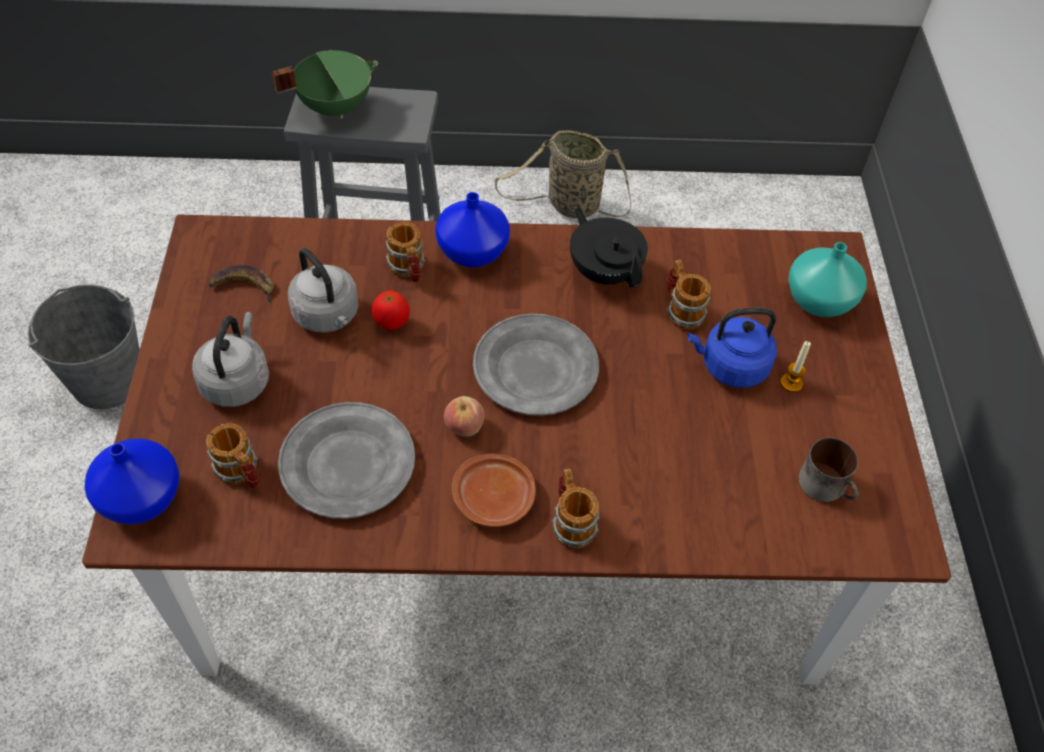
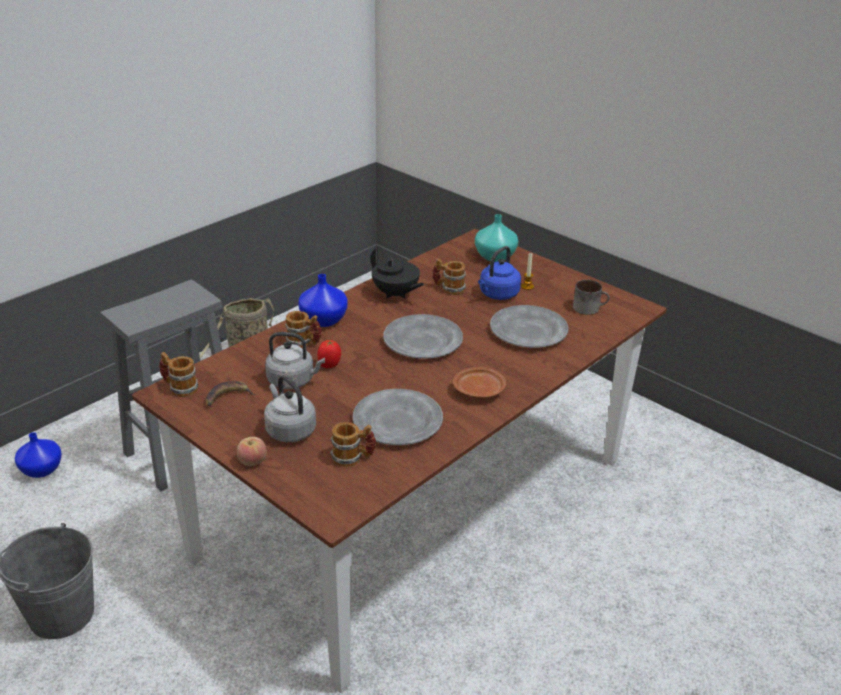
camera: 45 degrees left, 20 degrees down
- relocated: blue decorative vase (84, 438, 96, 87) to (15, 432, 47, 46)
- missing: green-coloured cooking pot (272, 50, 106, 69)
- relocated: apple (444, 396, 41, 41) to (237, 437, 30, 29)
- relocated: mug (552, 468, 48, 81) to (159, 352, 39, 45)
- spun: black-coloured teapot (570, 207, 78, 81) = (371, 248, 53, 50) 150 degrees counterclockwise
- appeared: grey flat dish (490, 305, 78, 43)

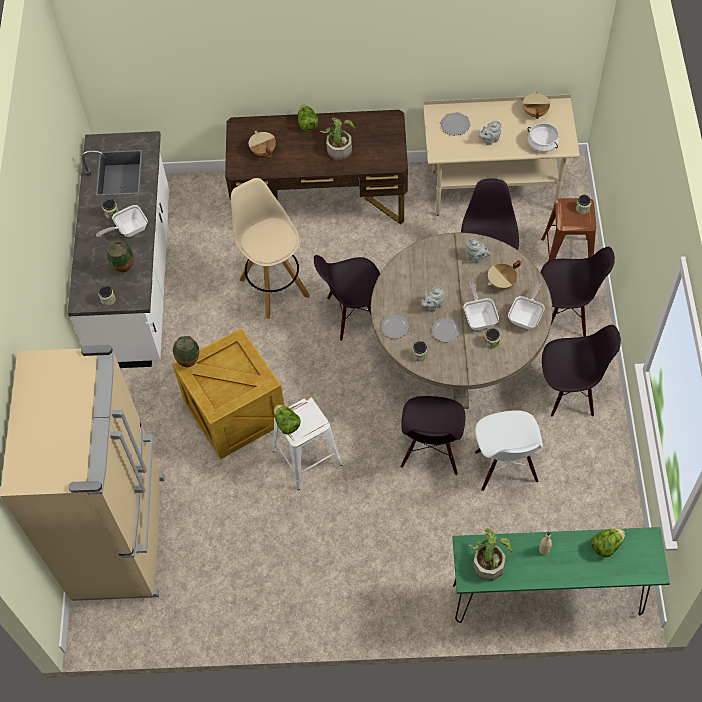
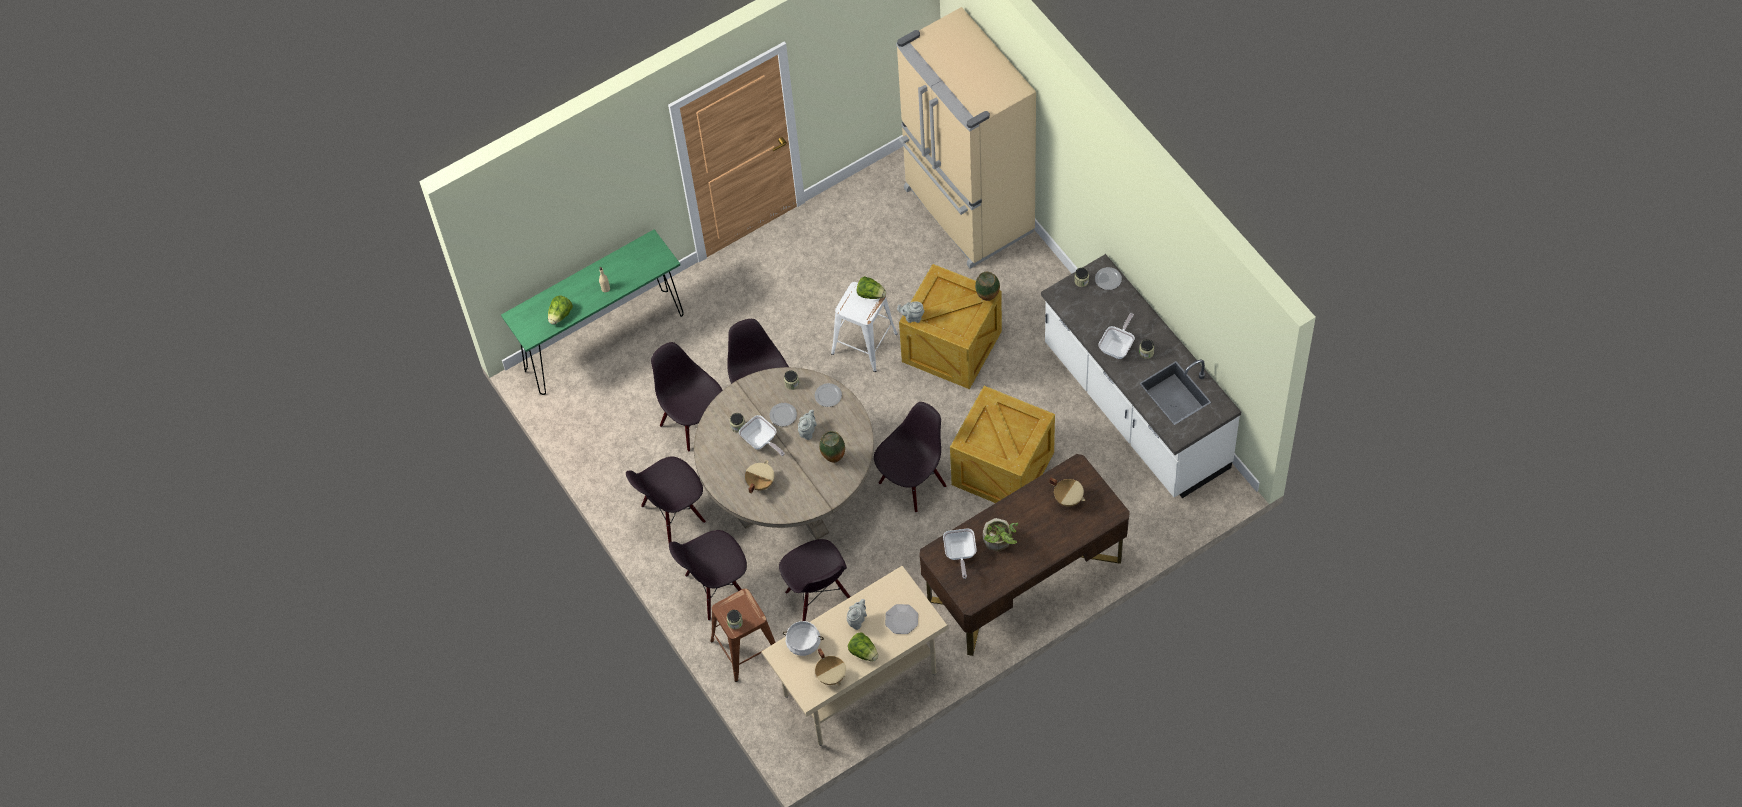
camera: 150 degrees right, 0 degrees up
- relocated: decorative vase (107, 241, 27, 31) to (819, 431, 26, 32)
- exchanged: sand-coloured sitting stool (231, 178, 79, 141) to shipping crate (950, 386, 105, 117)
- relocated: head of lettuce (298, 105, 21, 26) to (848, 633, 30, 28)
- relocated: grey teapot (465, 238, 26, 25) to (897, 301, 27, 22)
- missing: potted plant (469, 528, 43, 53)
- colour: whitish upright chair (475, 410, 68, 81) to black-coloured upright chair (651, 342, 72, 110)
- relocated: skillet (508, 282, 37, 48) to (943, 529, 34, 50)
- appeared: flat dish (1095, 267, 27, 23)

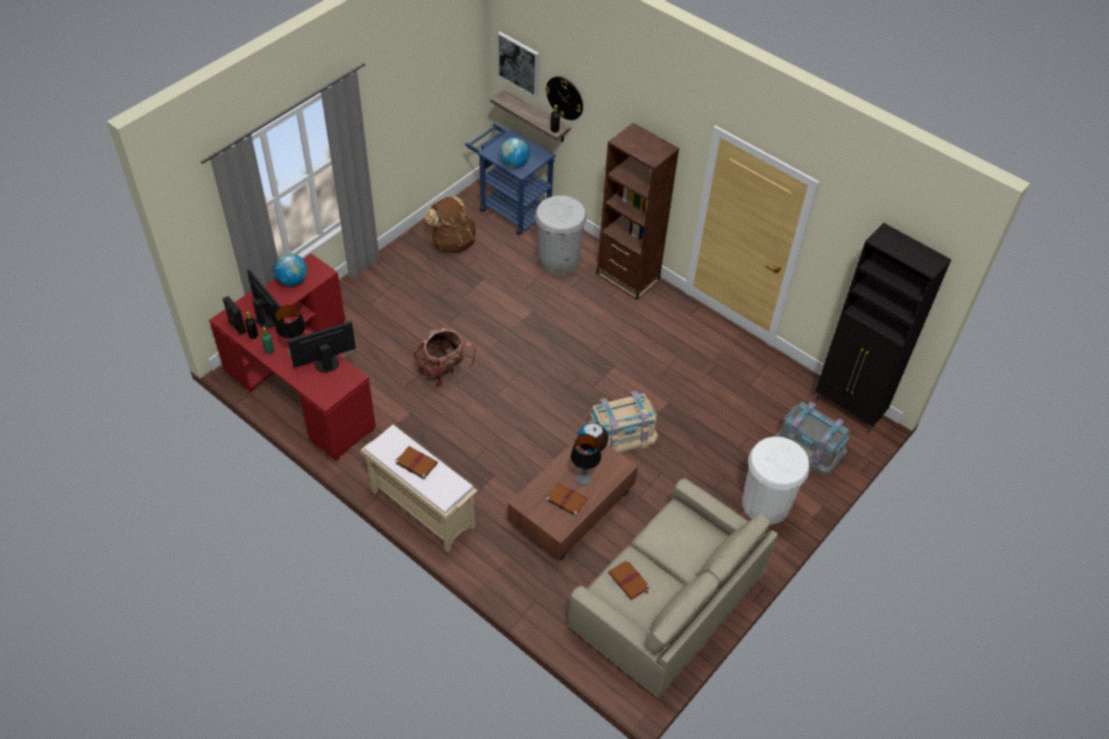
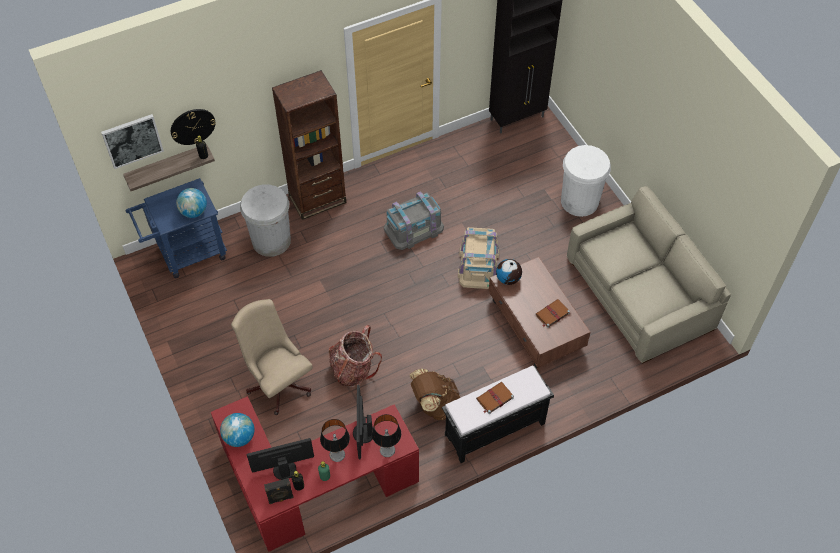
camera: 65 degrees left, 5 degrees up
- colour: sand-coloured indoor bench (361, 425, 116, 127) to black-coloured indoor bench (442, 365, 112, 98)
- relocated: brown-coloured rucksack (425, 195, 51, 58) to (410, 368, 50, 52)
- relocated: lamp for a table (570, 434, 31, 51) to (372, 414, 29, 43)
- missing: brown-coloured bound book (608, 559, 42, 41)
- relocated: grey storage container (775, 402, 75, 73) to (384, 191, 60, 59)
- appeared: sand-coloured office chair (231, 299, 82, 116)

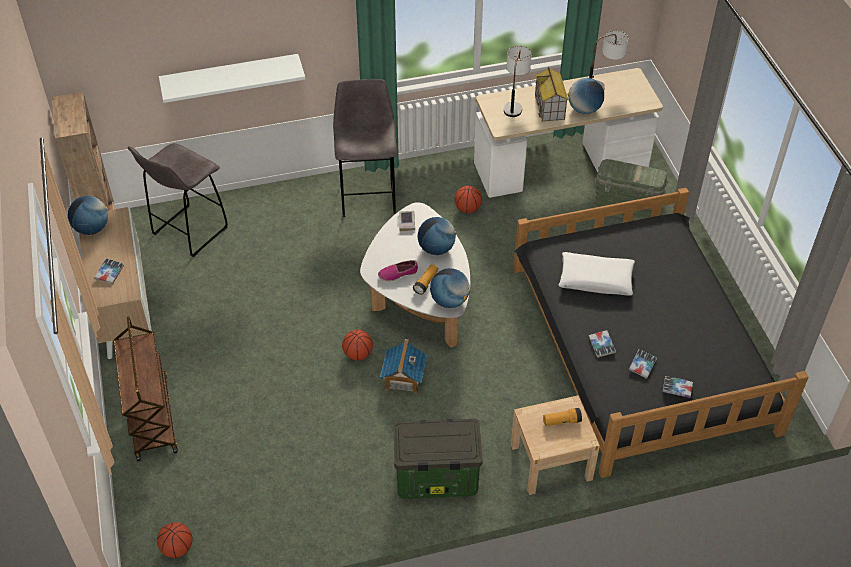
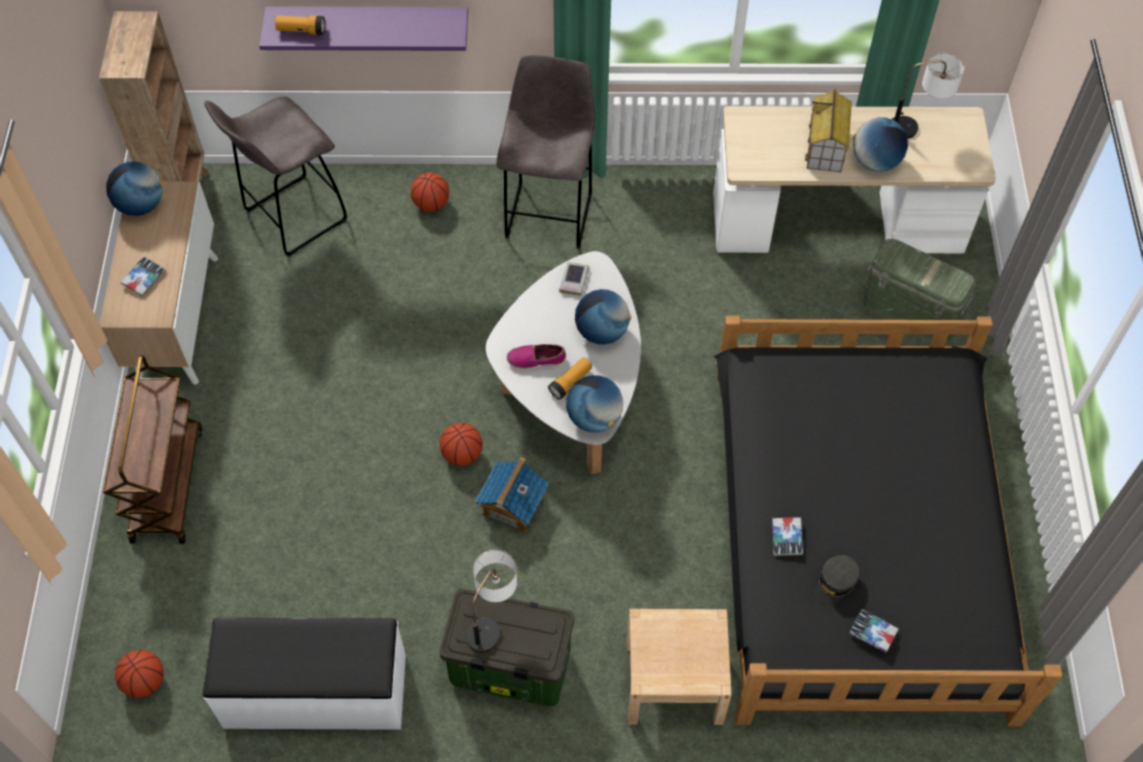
camera: 15 degrees right, 10 degrees up
- colour: whitish wall shelf (159, 54, 146, 49) to purple-coloured wall shelf (259, 6, 209, 45)
- relocated: ball for basketball (454, 186, 28, 27) to (411, 172, 38, 40)
- relocated: lamp for a table (504, 46, 28, 71) to (467, 550, 50, 102)
- relocated: torch (543, 408, 39, 18) to (275, 15, 50, 20)
- missing: whitish throw pillow (559, 252, 76, 43)
- exchanged: bound book (629, 349, 28, 30) to grey cap (813, 555, 47, 51)
- appeared: whitish indoor bench (203, 618, 203, 112)

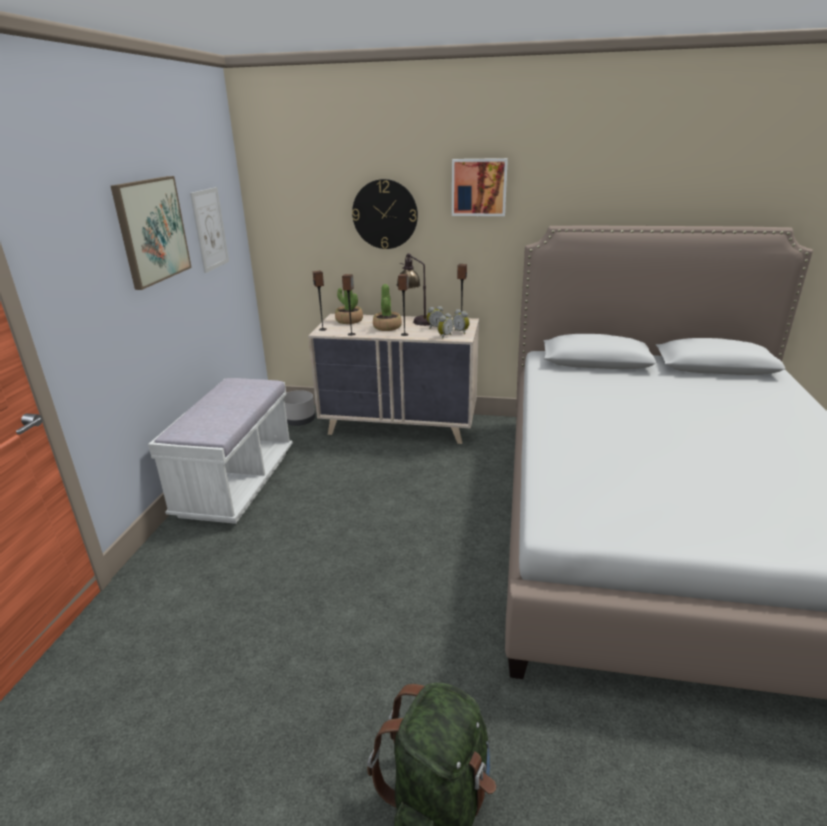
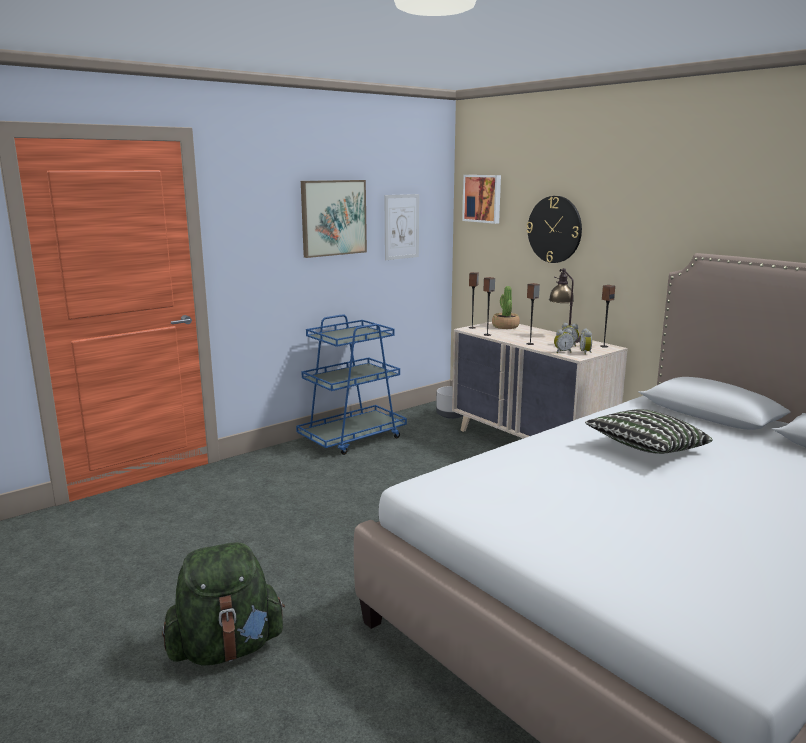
camera: 40 degrees right, 10 degrees down
- exchanged: whitish indoor bench (148, 378, 145, 146) to blue wheeled cart (296, 314, 111, 141)
- missing: potted plant (373, 284, 29, 47)
- relocated: wall art (452, 158, 56, 58) to (462, 175, 39, 49)
- appeared: throw pillow (585, 409, 128, 45)

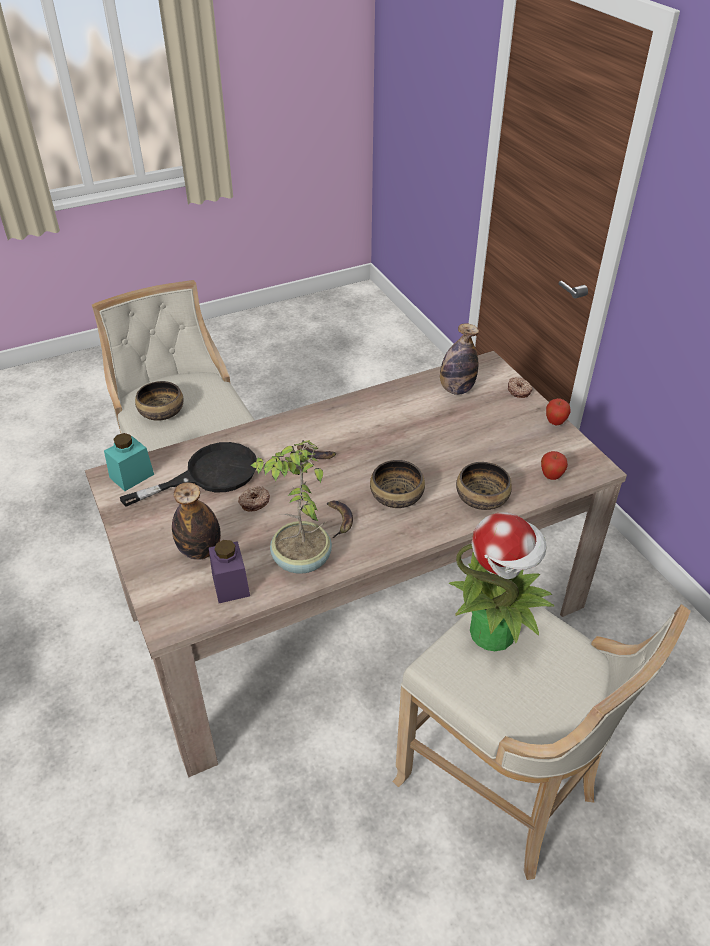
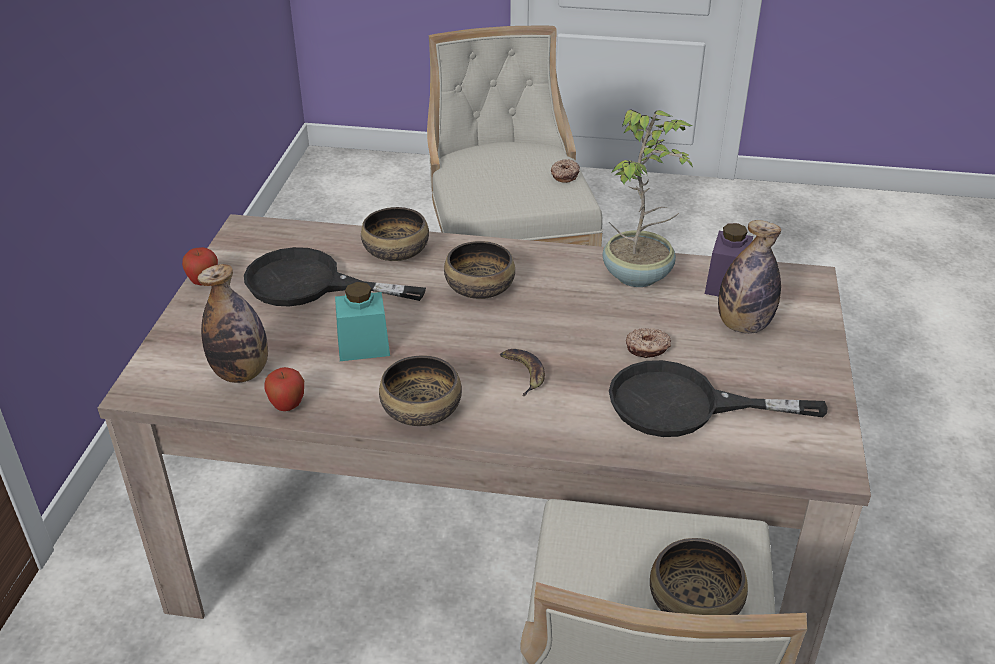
camera: 145 degrees left, 5 degrees down
- relocated: blue-green storage jar (104, 433, 50, 58) to (335, 282, 55, 79)
- missing: banana fruit (327, 501, 26, 37)
- missing: potted plant (448, 512, 107, 139)
- relocated: donut (508, 377, 24, 21) to (551, 159, 29, 24)
- relocated: apple (541, 451, 27, 29) to (264, 367, 40, 44)
- appeared: black-coloured skillet (244, 247, 182, 60)
- appeared: bowl (379, 356, 83, 70)

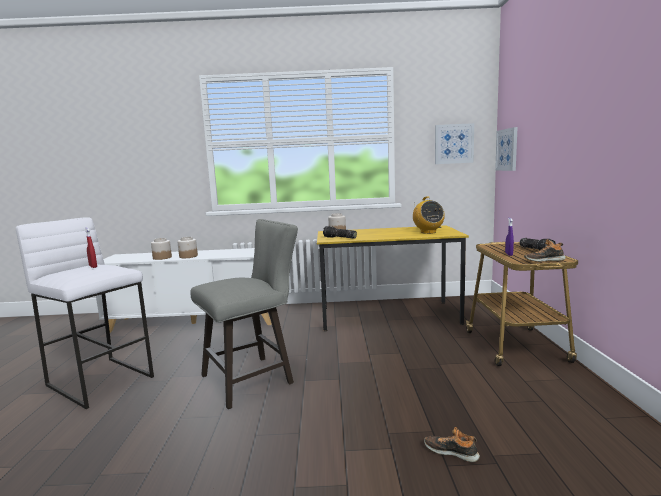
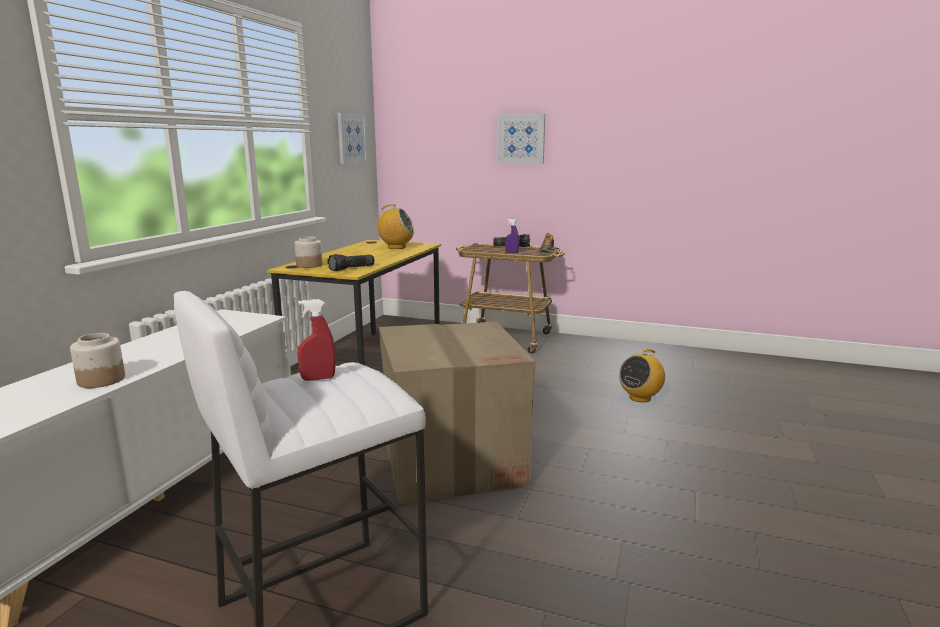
camera: 70 degrees left, 5 degrees up
- missing: storage jar (178, 237, 20, 21)
- exchanged: grey sitting stool (190, 219, 108, 190) to carton (379, 322, 157, 182)
- exchanged: low shoe (424, 427, 56, 35) to radio set (619, 349, 46, 53)
- relocated: wall art (495, 127, 23, 44) to (497, 114, 48, 50)

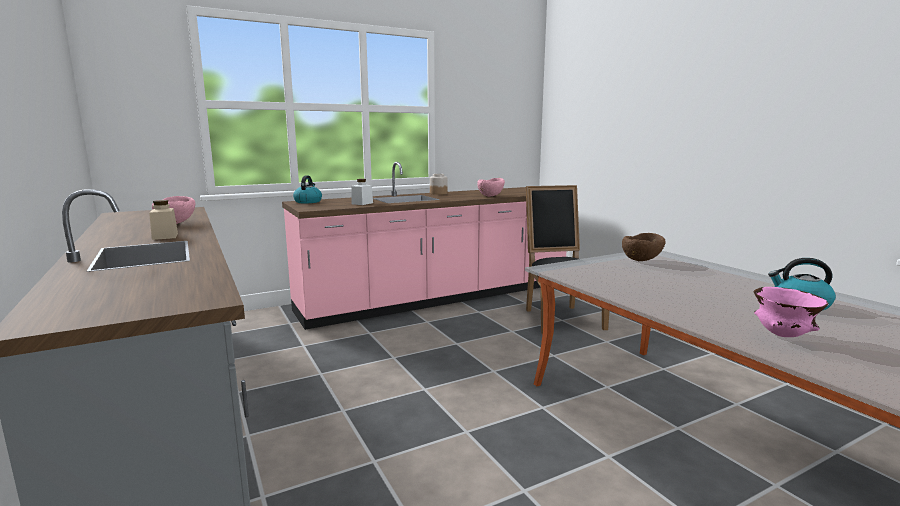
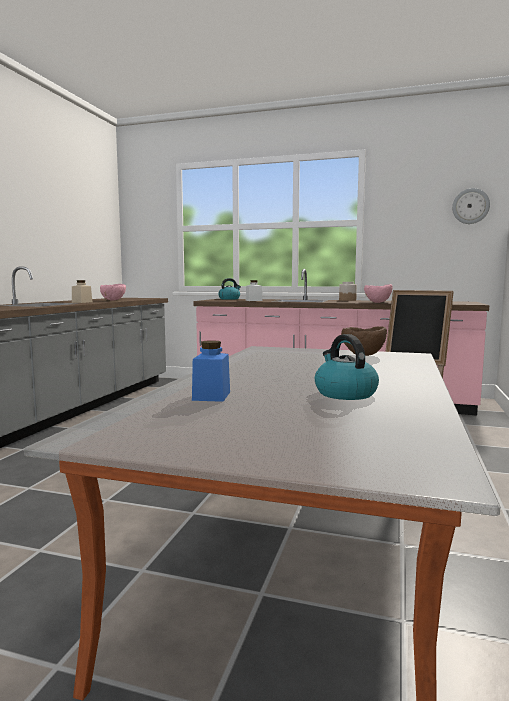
camera: 45 degrees right, 5 degrees down
- exchanged: pink-coloured bowl (754, 287, 75, 50) to blue storage jar (192, 340, 38, 62)
- appeared: clock on the wall (452, 188, 38, 36)

